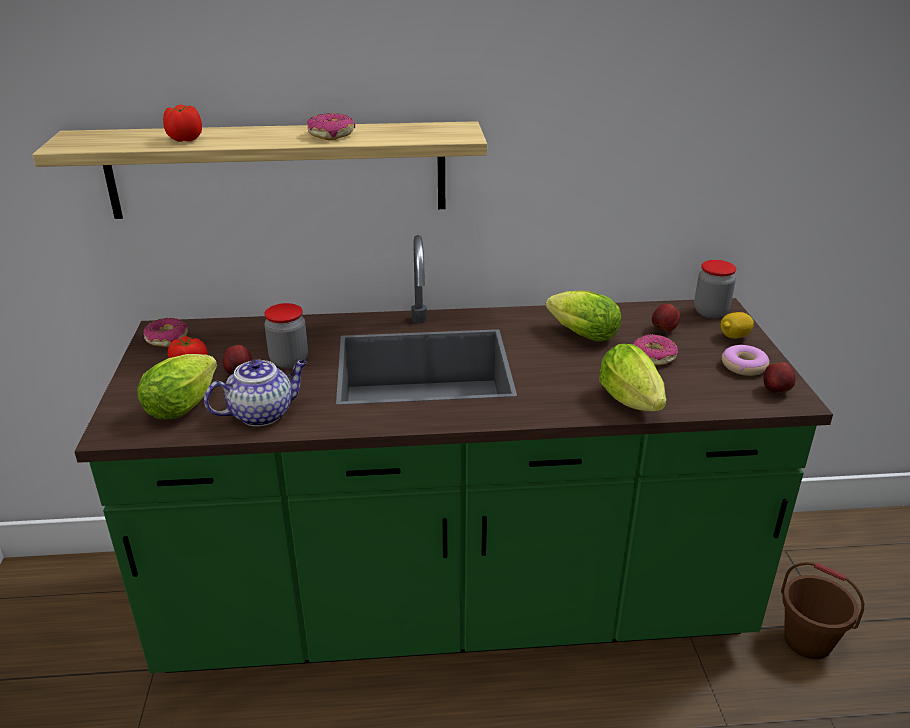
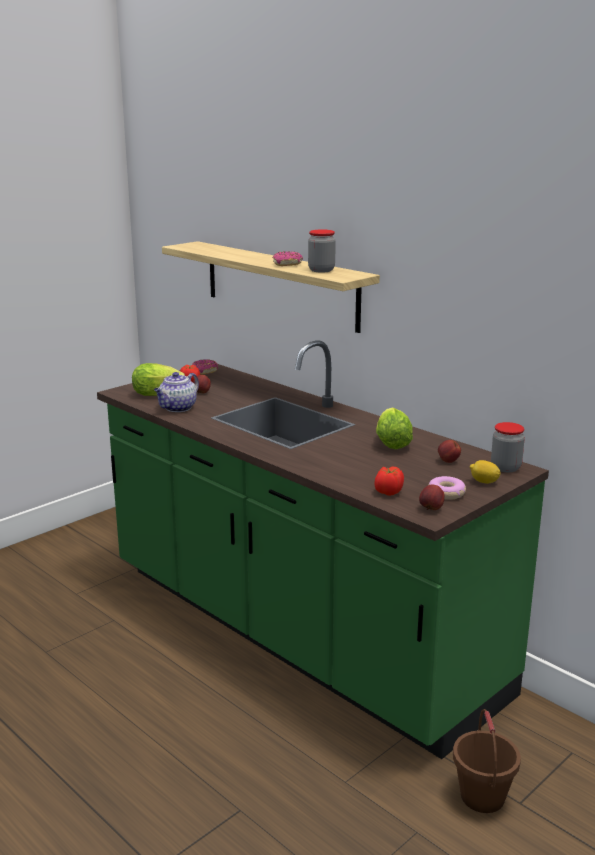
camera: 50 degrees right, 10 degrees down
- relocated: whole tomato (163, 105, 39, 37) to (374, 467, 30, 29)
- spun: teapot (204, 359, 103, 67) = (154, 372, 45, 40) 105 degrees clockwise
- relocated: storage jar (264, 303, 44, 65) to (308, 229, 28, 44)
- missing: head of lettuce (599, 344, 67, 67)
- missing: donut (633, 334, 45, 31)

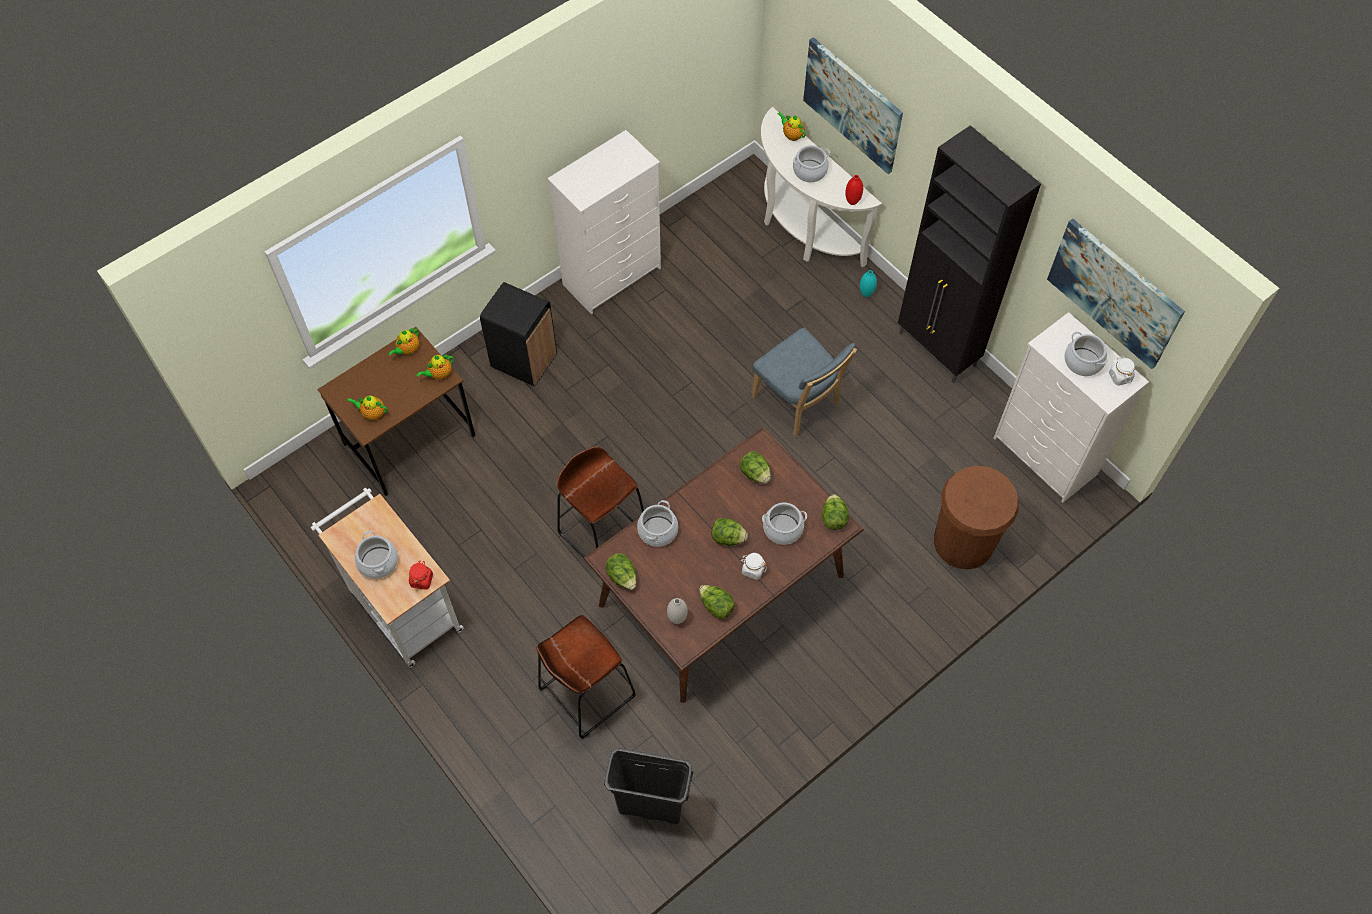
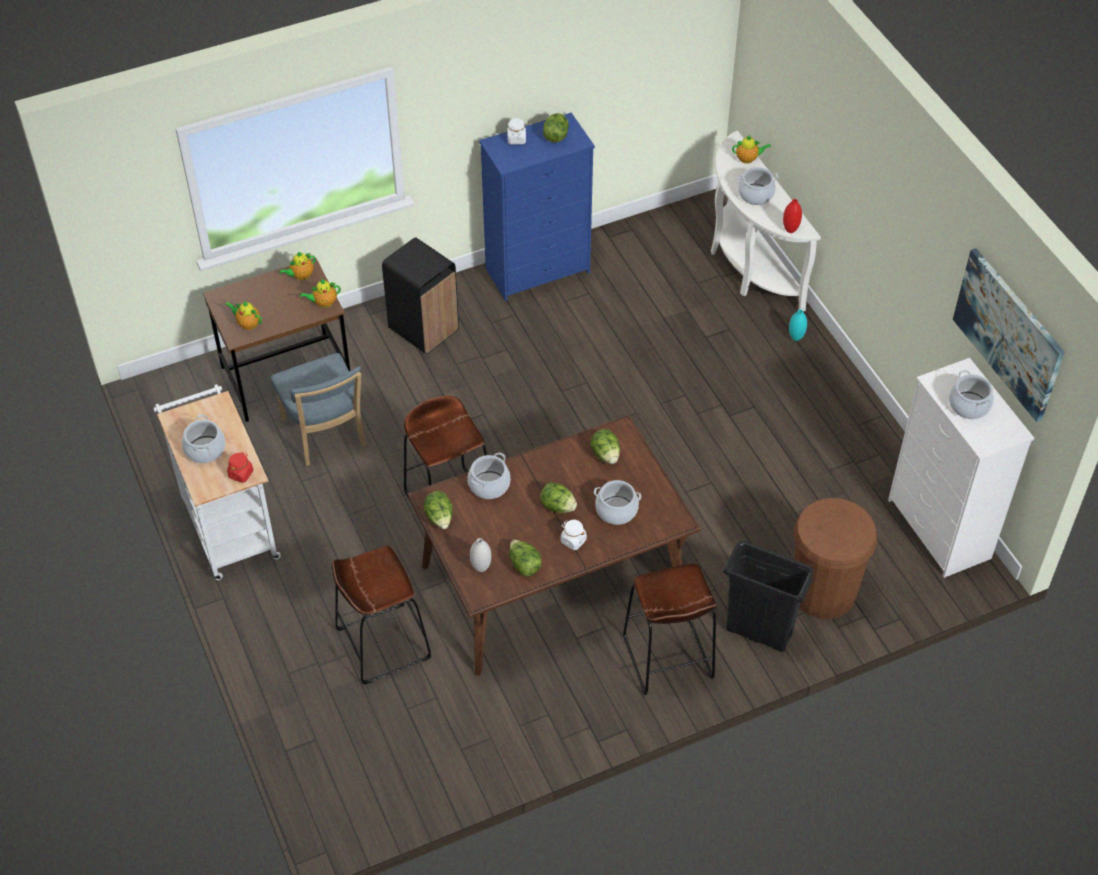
camera: 15 degrees right, 10 degrees down
- colour: whitish dresser (547, 130, 114, 184) to blue dresser (479, 113, 116, 188)
- relocated: black-coloured waste bin (604, 748, 89, 76) to (723, 541, 91, 111)
- relocated: blue upright chair (752, 328, 105, 109) to (271, 353, 95, 113)
- spun: teapot (778, 112, 27, 29) = (732, 135, 39, 29) 120 degrees clockwise
- missing: wall art (803, 37, 100, 137)
- relocated: head of lettuce (822, 495, 27, 35) to (543, 113, 26, 29)
- missing: black-coloured storage cabinet (898, 125, 143, 258)
- relocated: whitish storage jar (1109, 357, 26, 29) to (507, 118, 19, 27)
- appeared: brown-coloured sitting stool (623, 564, 94, 131)

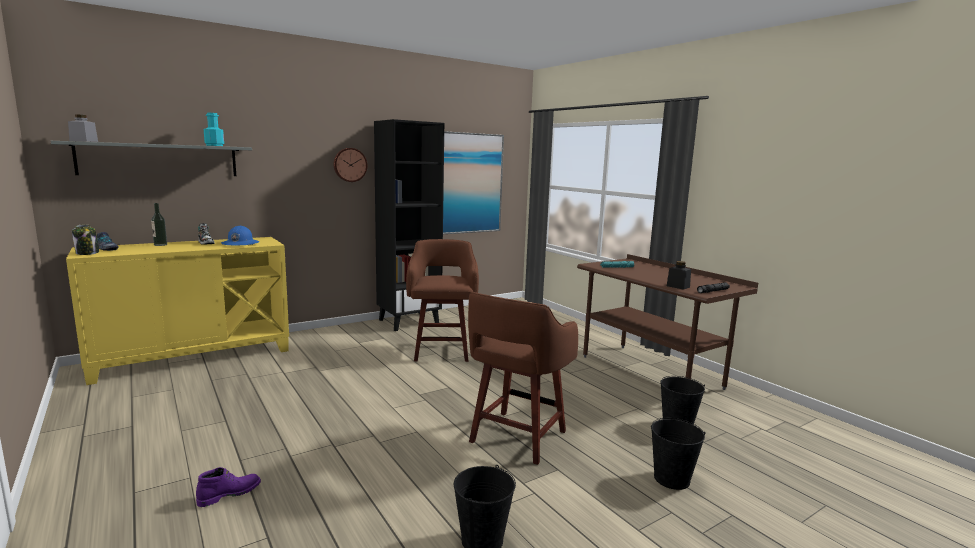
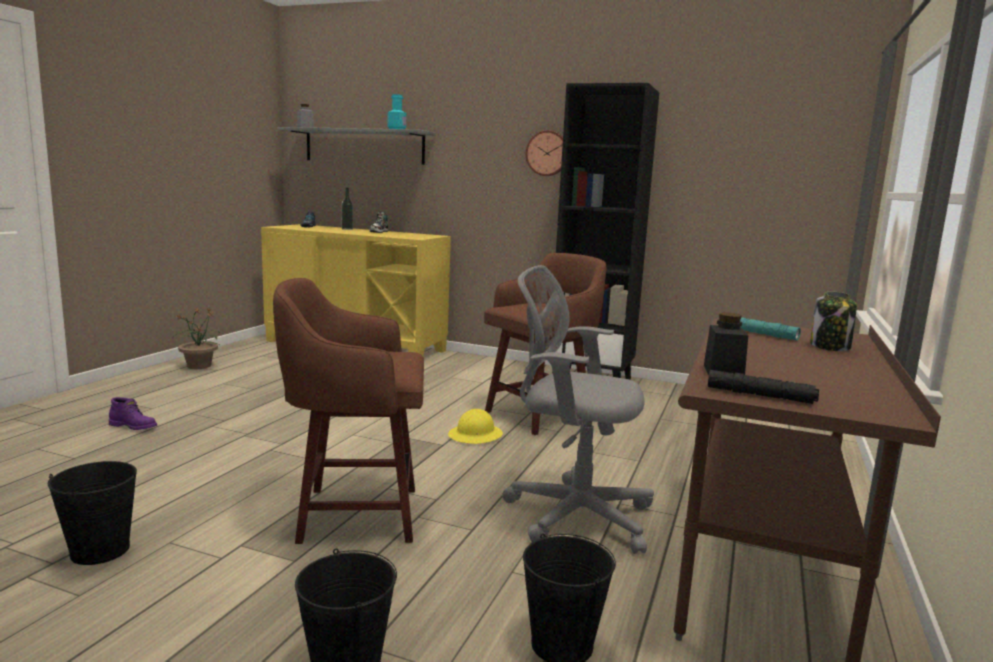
camera: 55 degrees right, 0 degrees up
- relocated: storage jar (72, 224, 27, 31) to (810, 292, 47, 59)
- missing: blue work helmet (221, 226, 38, 19)
- missing: wall art (443, 131, 61, 103)
- appeared: potted plant (173, 307, 47, 62)
- appeared: yellow work helmet (448, 409, 55, 35)
- appeared: grey office chair (502, 265, 152, 289)

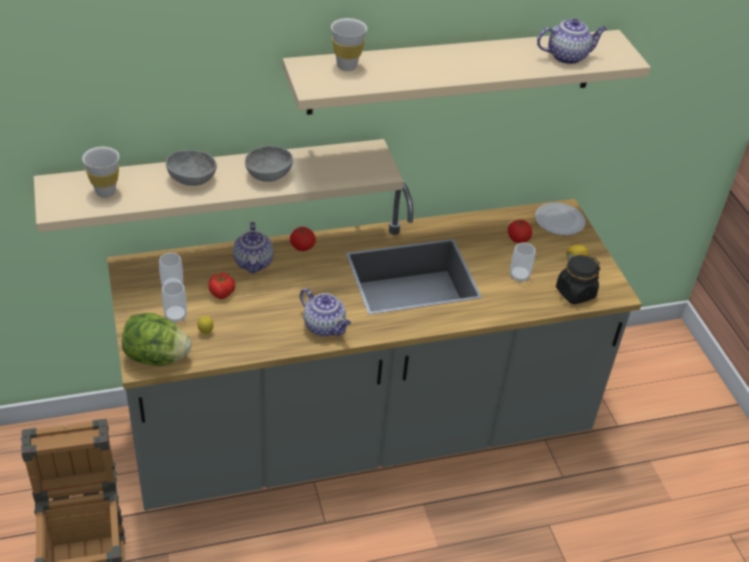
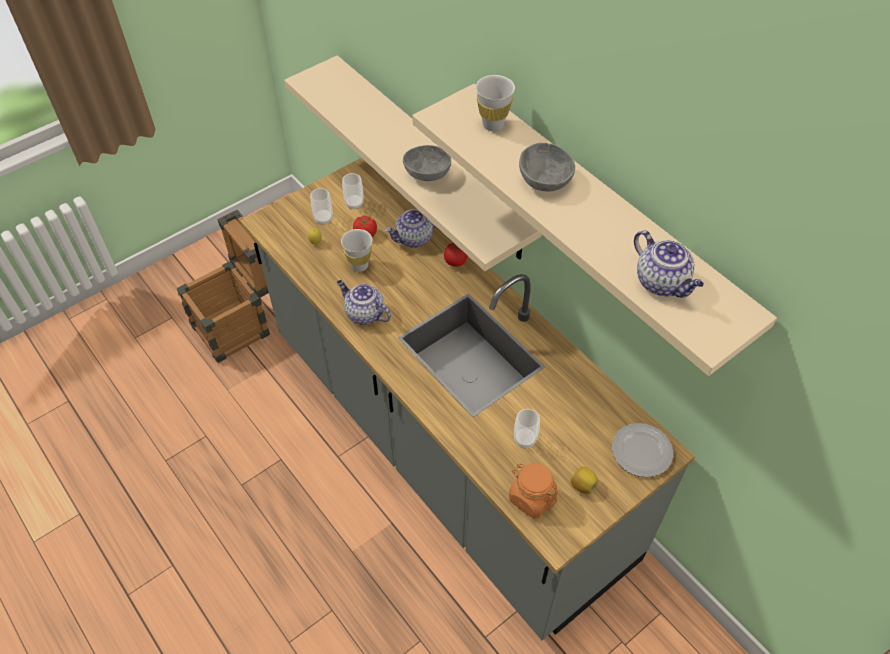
camera: 70 degrees right, 10 degrees up
- relocated: whitish cup (82, 147, 37, 51) to (341, 229, 32, 43)
- missing: head of lettuce (122, 313, 70, 53)
- relocated: grey bowl (166, 150, 51, 36) to (519, 143, 56, 48)
- spun: teapot (300, 288, 51, 48) = (337, 280, 54, 45) 105 degrees clockwise
- missing: whole tomato (508, 220, 24, 23)
- colour: black-coloured storage jar (556, 255, 44, 49) to orangey storage jar (509, 463, 49, 56)

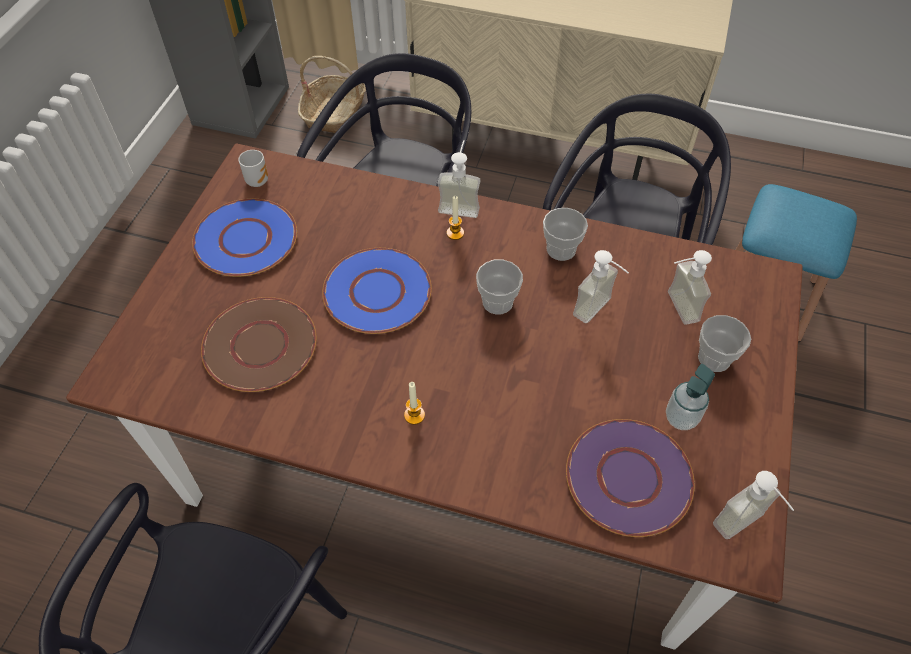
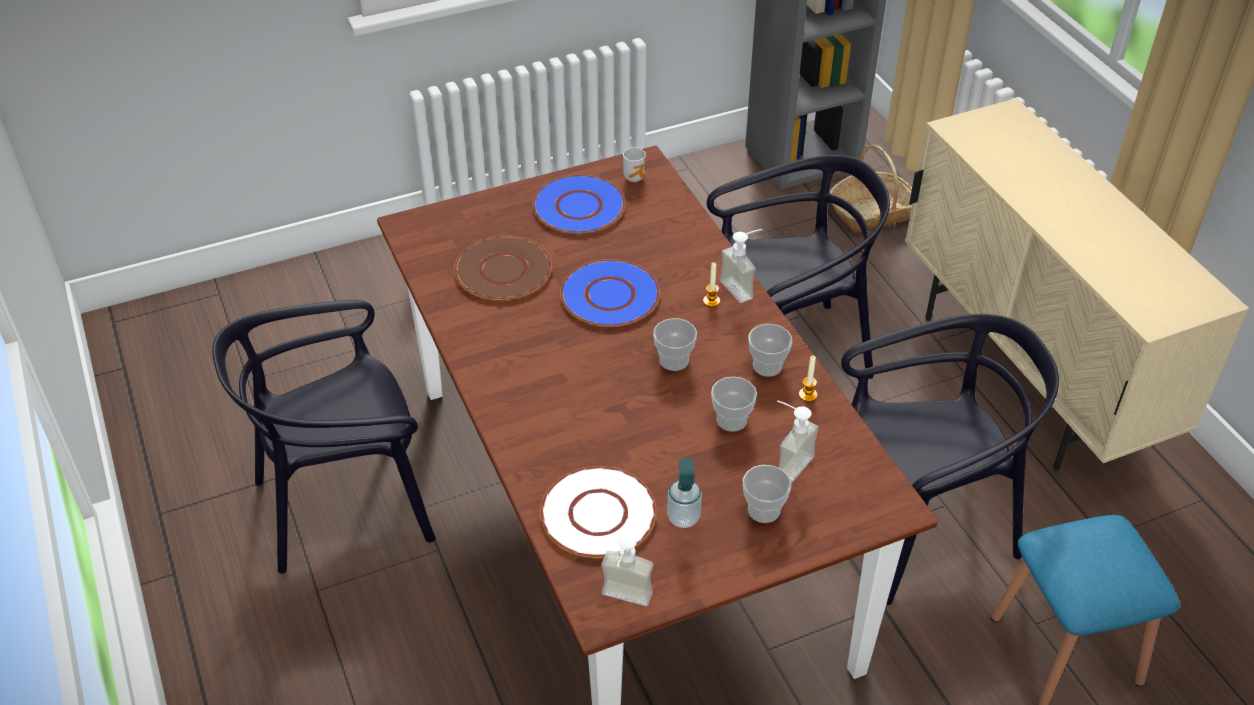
camera: 50 degrees right, 10 degrees down
- relocated: wax candle (404, 382, 21, 43) to (799, 356, 18, 46)
- colour: purple-coloured flat dish (566, 419, 129, 118) to whitish flat dish (540, 466, 116, 92)
- exchanged: liquid soap bottle (573, 250, 56, 73) to cup (711, 377, 46, 55)

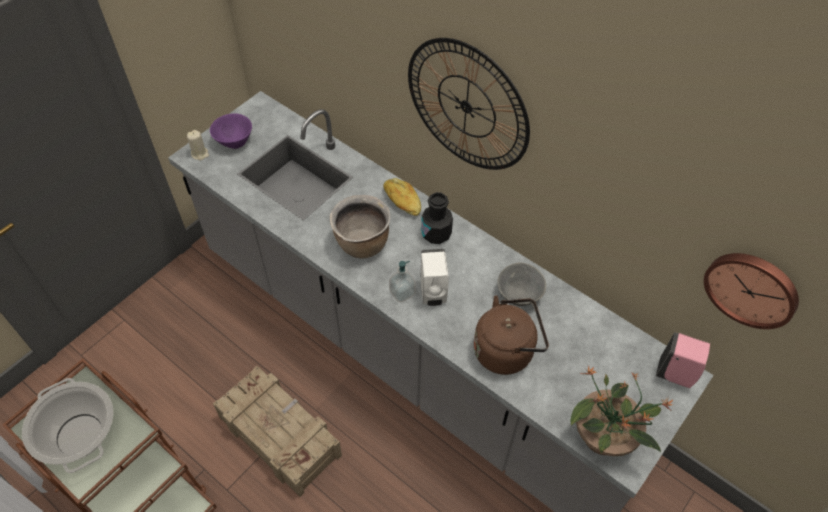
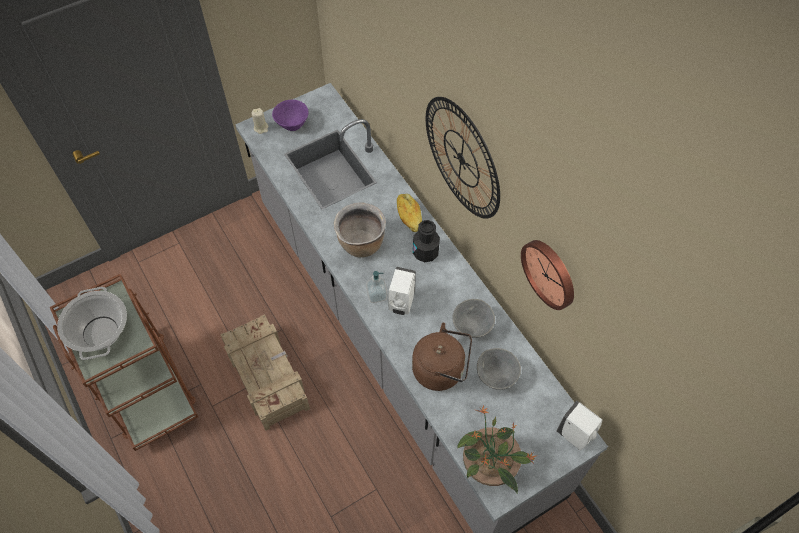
camera: 20 degrees right, 5 degrees up
- colour: pink-coloured liquid soap bottle (656, 332, 54, 56) to whitish liquid soap bottle (556, 401, 46, 50)
- relocated: clock on the wall (704, 253, 95, 76) to (521, 240, 53, 70)
- appeared: grey bowl (477, 348, 44, 42)

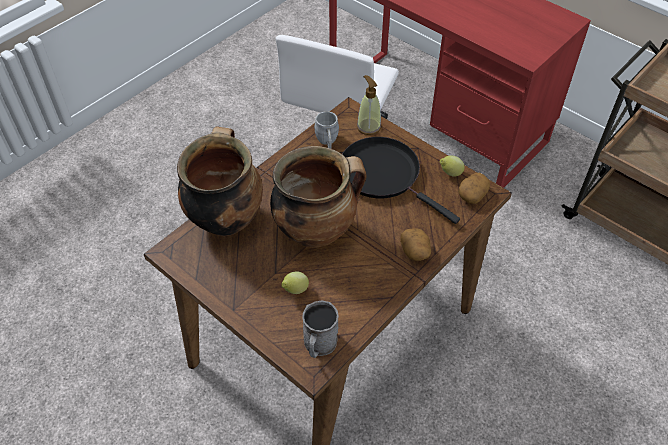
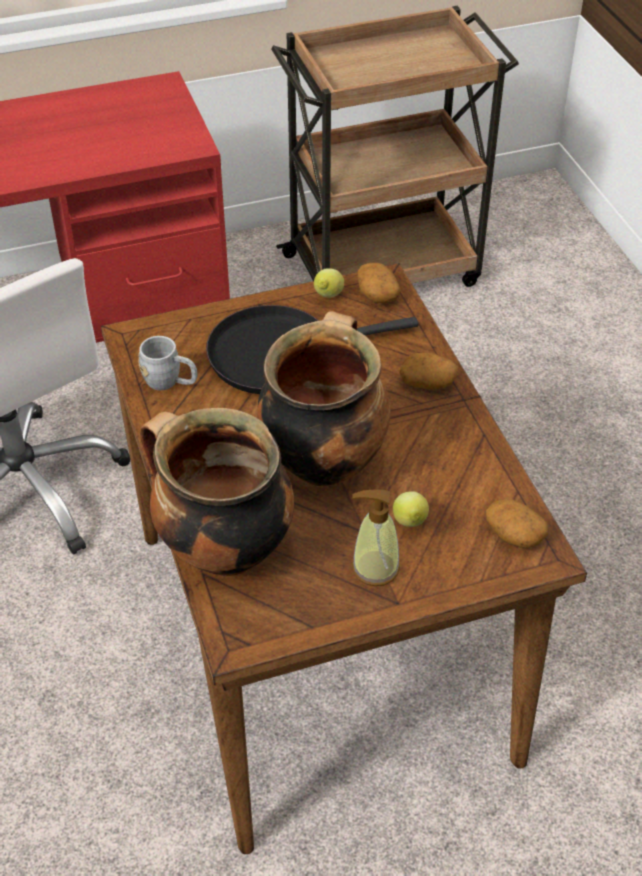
camera: 60 degrees left, 5 degrees down
- exchanged: grey mug (302, 300, 37, 58) to potato (486, 498, 62, 51)
- relocated: liquid soap bottle (357, 75, 24, 60) to (352, 489, 48, 97)

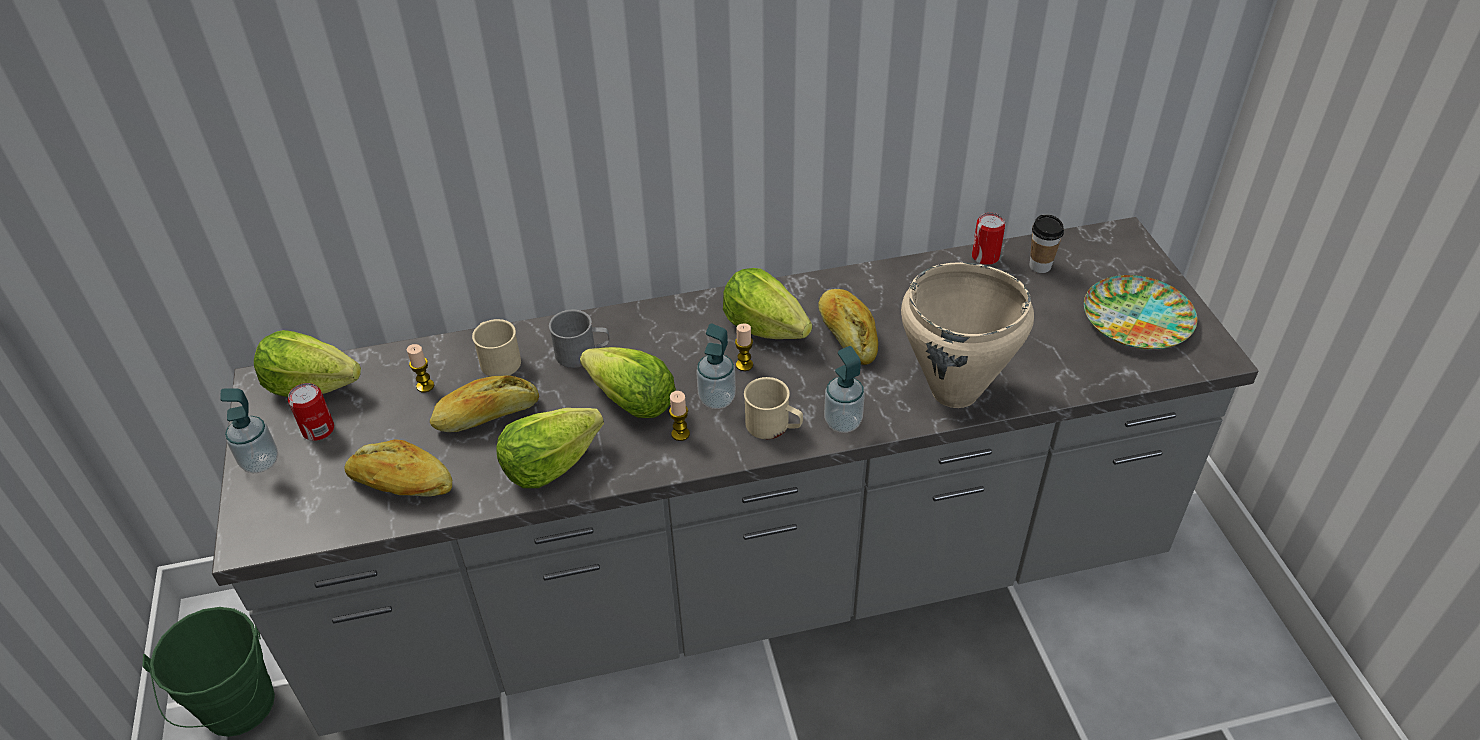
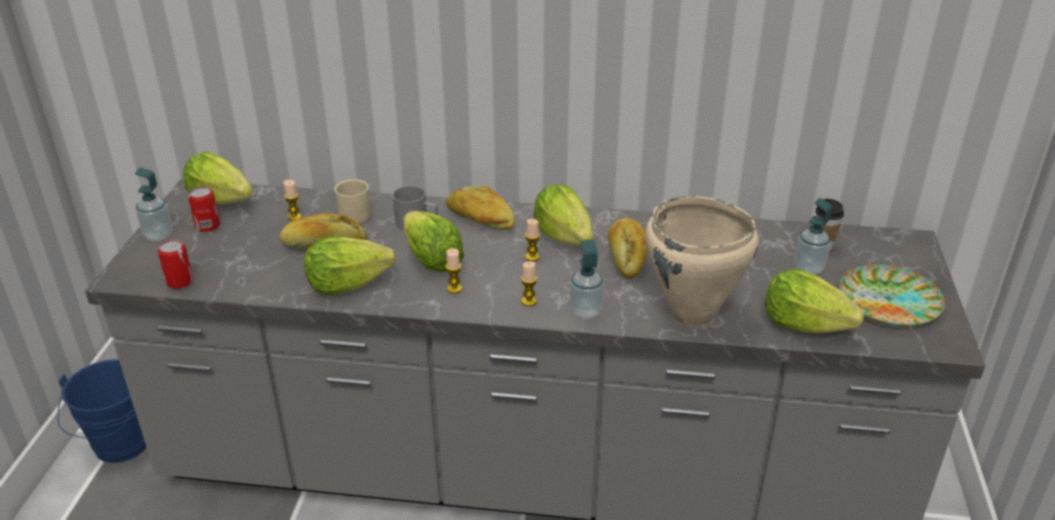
camera: 20 degrees right, 10 degrees down
- colour: green-coloured bucket (143, 607, 132, 130) to blue bucket (57, 359, 90, 104)
- relocated: bread (344, 439, 108, 58) to (446, 186, 69, 44)
- relocated: liquid soap bottle (696, 324, 40, 85) to (794, 198, 38, 77)
- exchanged: sand-coloured mug (744, 377, 59, 62) to wax candle (521, 261, 16, 45)
- relocated: can (972, 213, 34, 52) to (158, 239, 35, 50)
- appeared: head of lettuce (765, 268, 99, 65)

